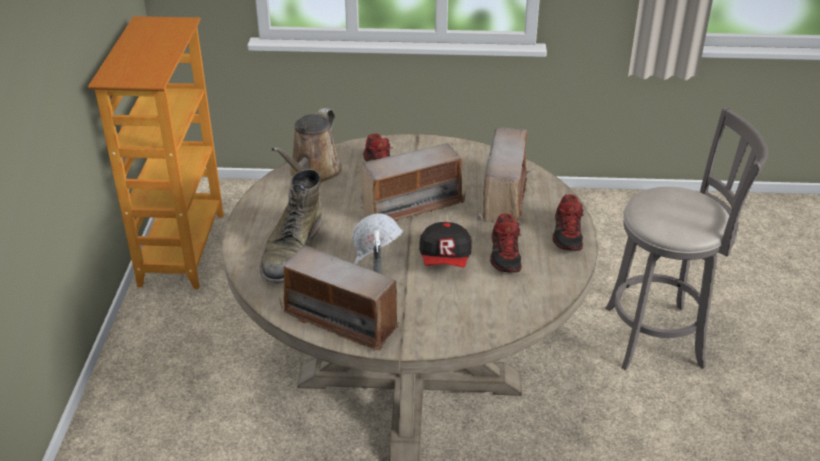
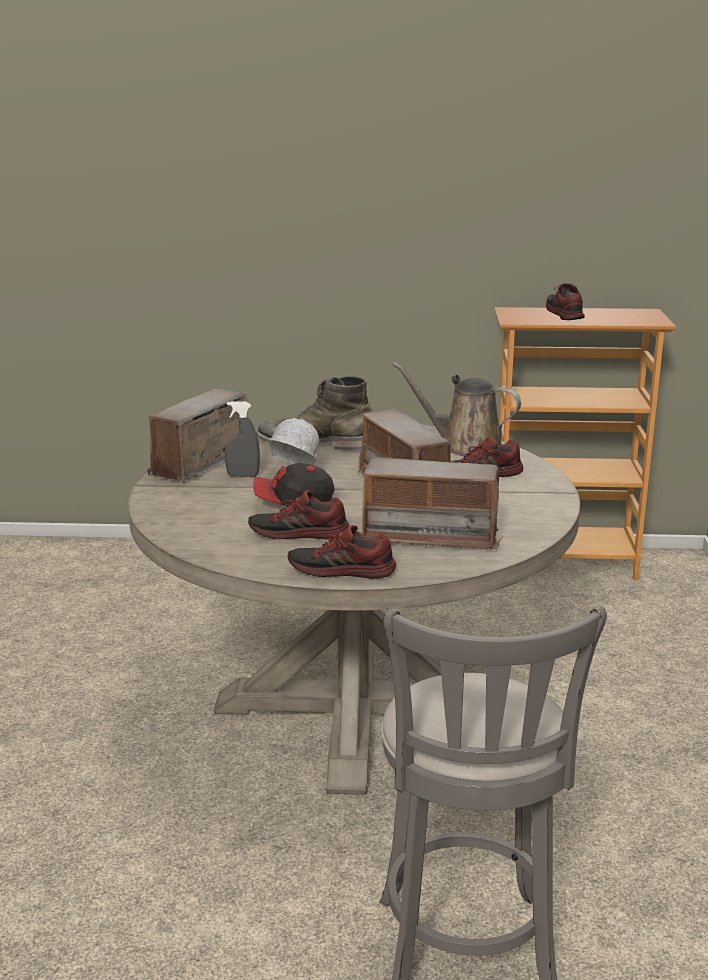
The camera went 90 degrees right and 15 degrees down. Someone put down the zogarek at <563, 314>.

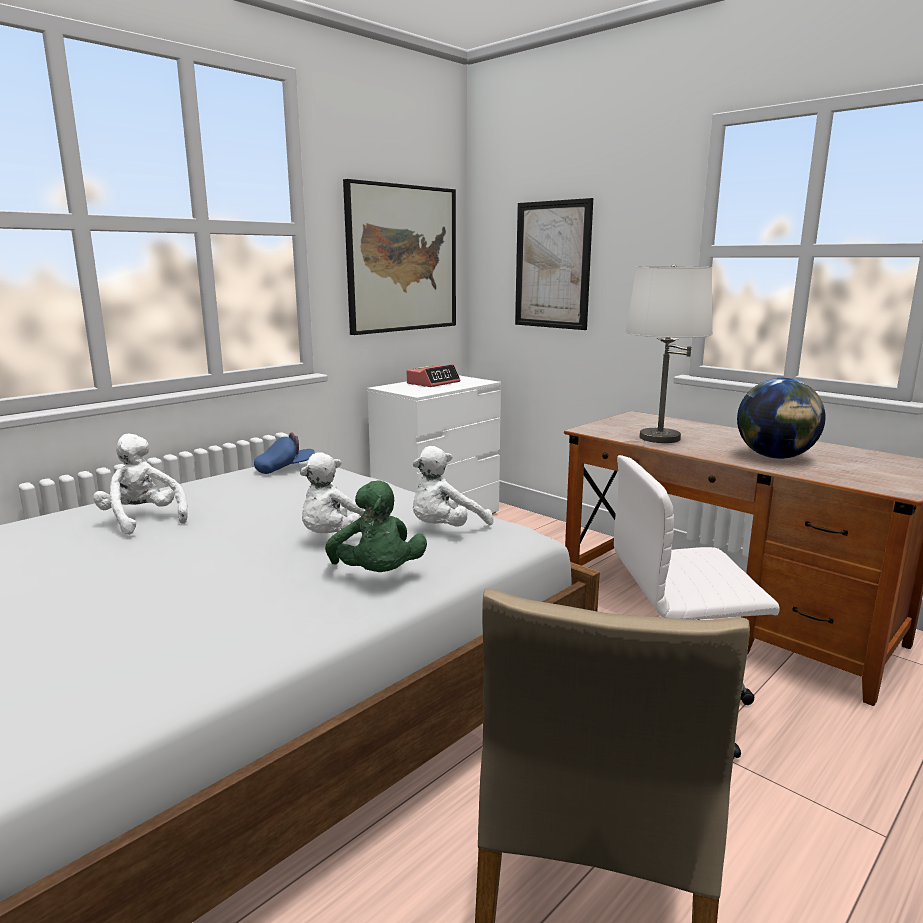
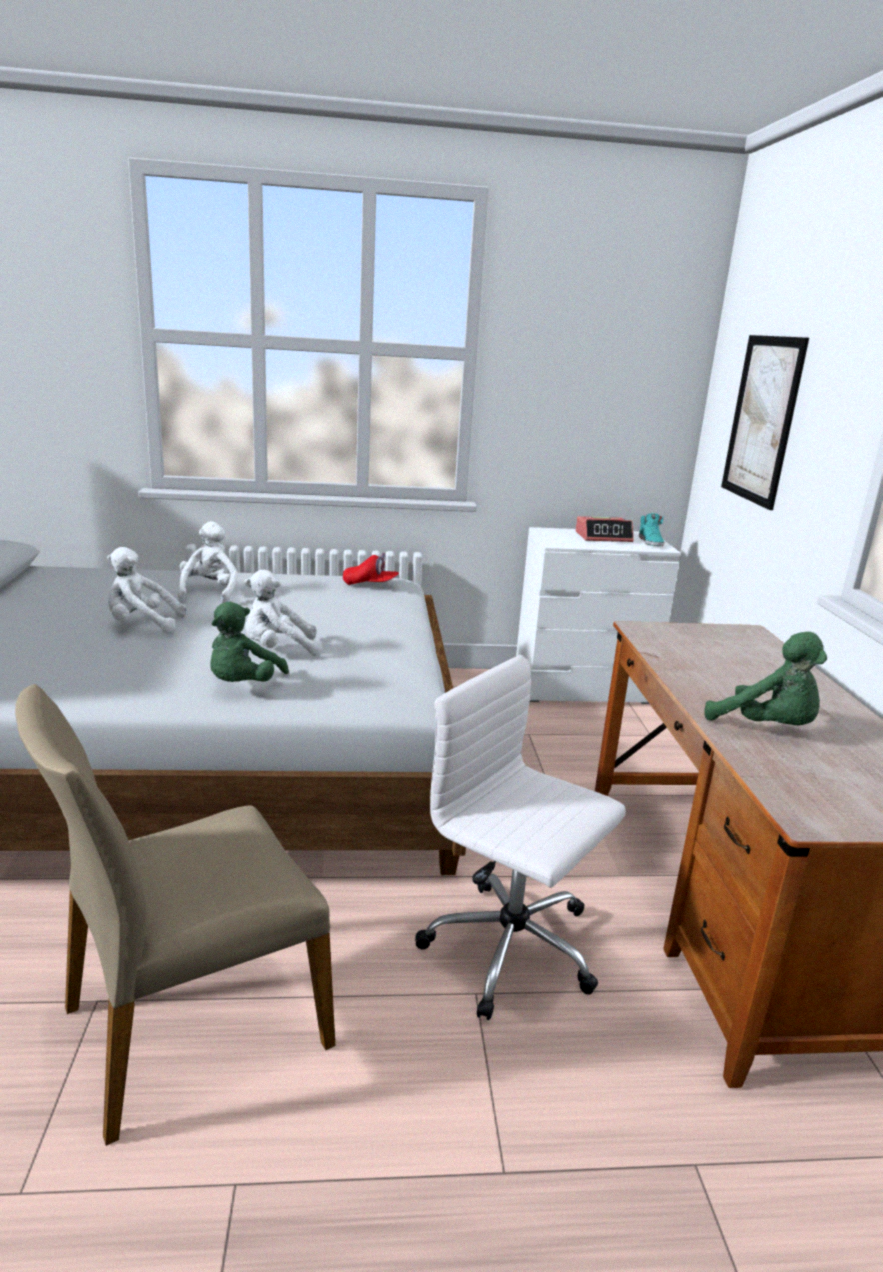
The camera went 40 degrees right and 5 degrees up. Someone repainted the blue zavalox at <285, 469>, which became the red zavalox at <370, 585>. Someone took away the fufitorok at <402, 259>. Someone carried the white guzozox from <445, 530> to <142, 625>. Someone took away the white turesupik at <659, 438>. Someone swapped the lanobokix at <775, 457> for the green guzozox at <767, 728>. Someone put down the turquoise zogarek at <651, 542>.

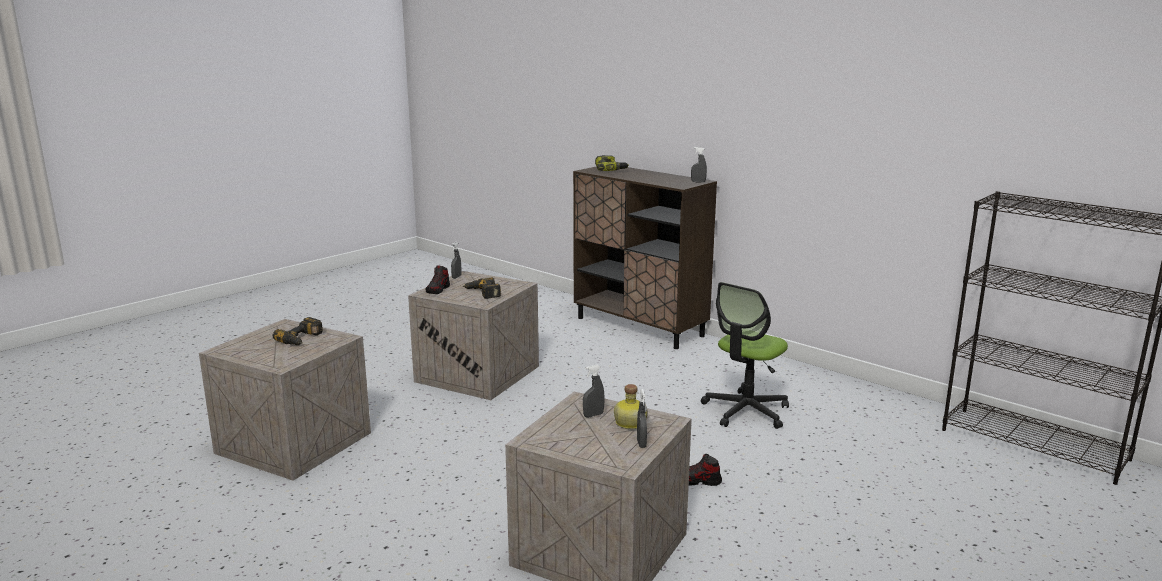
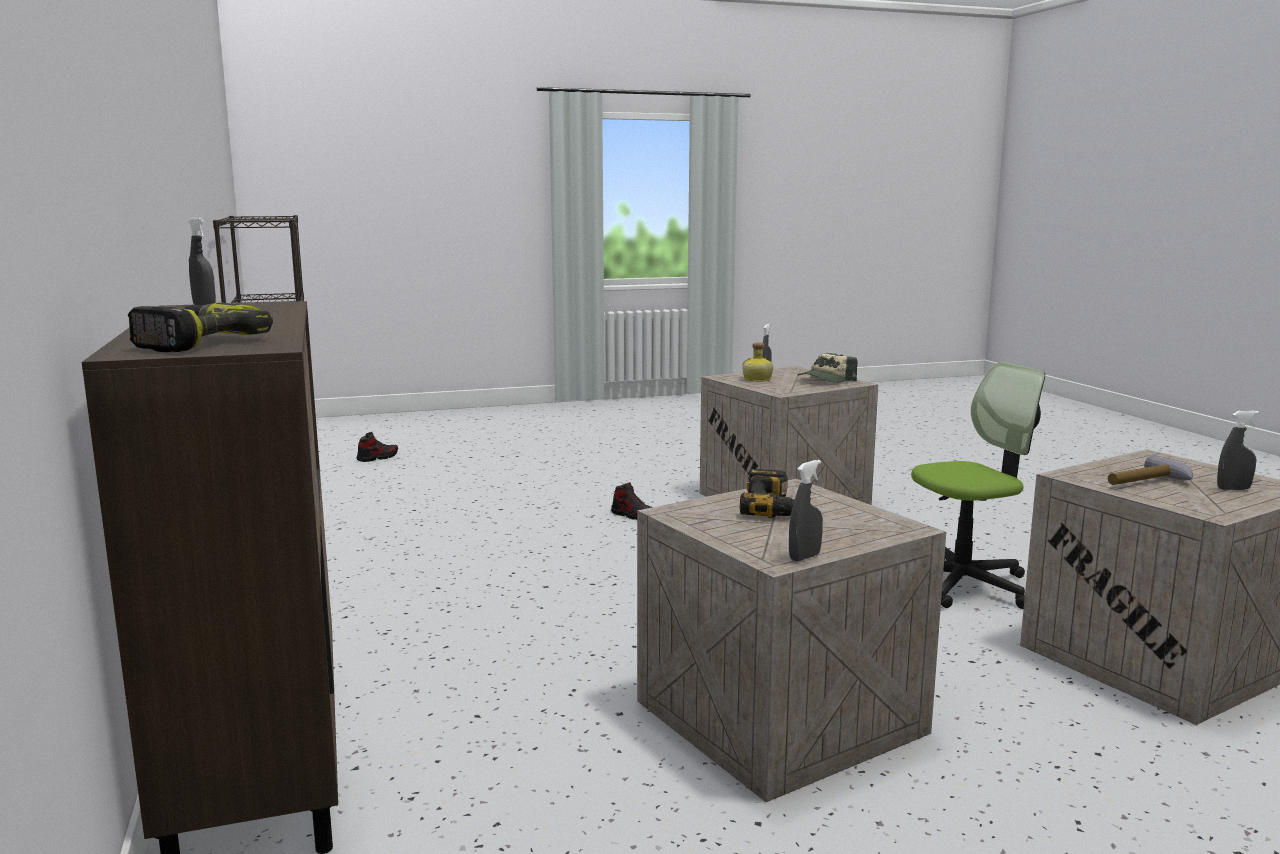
The camera went 150 degrees left and 5 degrees down. Someone swapped the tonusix at <302, 339> for the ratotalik at <1147, 483>. Someone carried the zogarek from <438, 290> to <377, 458>. Someone carried the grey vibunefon from <593, 415> to <1233, 489>. Someone carried the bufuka from <746, 411> to <963, 584>. Someone put down the zavalox at <826, 380>.

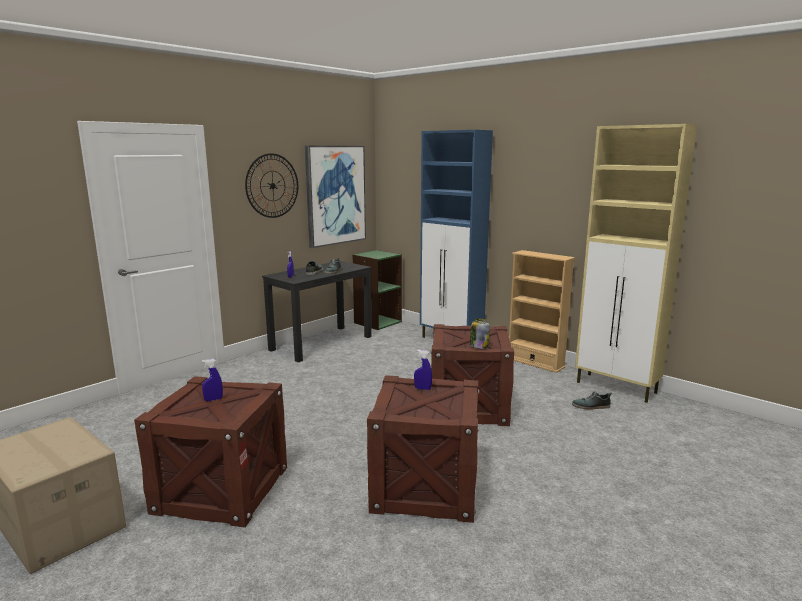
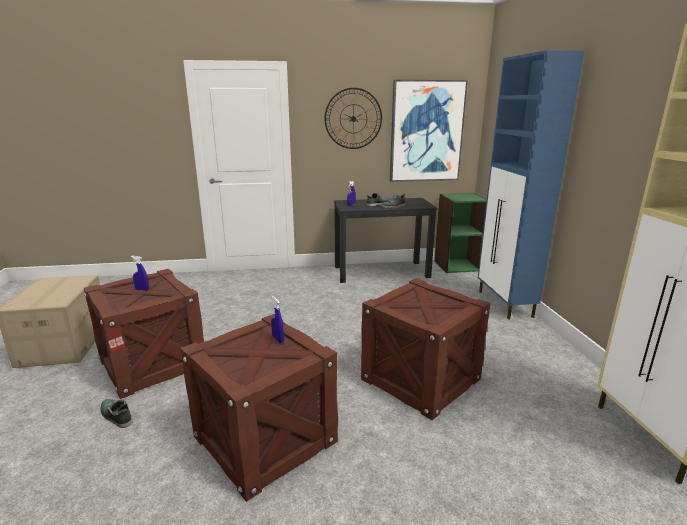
The camera went 40 degrees right and 5 degrees up. Someone took away the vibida at <478, 346>. Someone took away the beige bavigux at <535, 363>. Someone carried the zogarek from <591, 406> to <116, 416>.

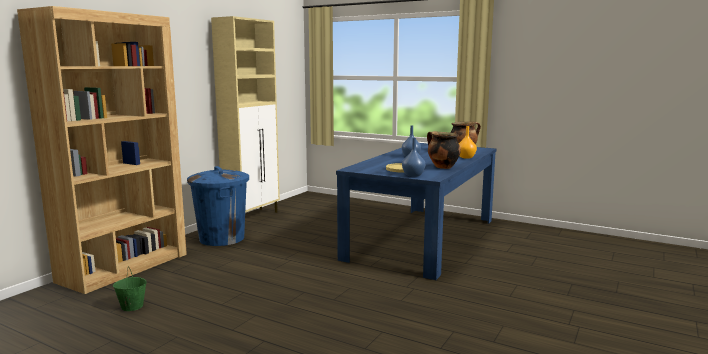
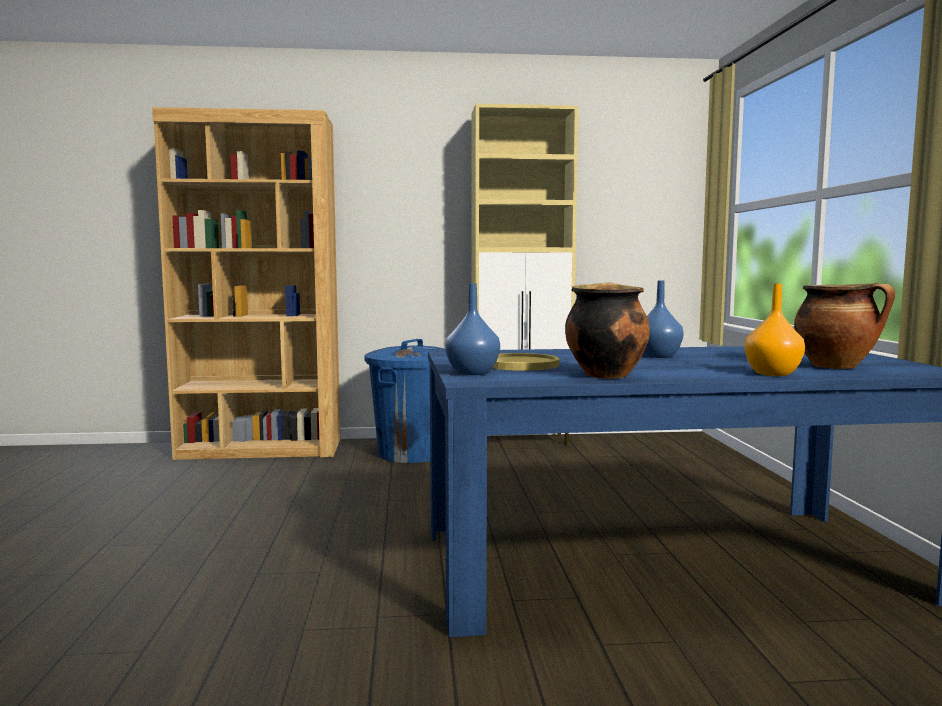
The camera went 55 degrees right and 5 degrees down. Someone took away the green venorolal at <131, 306>.

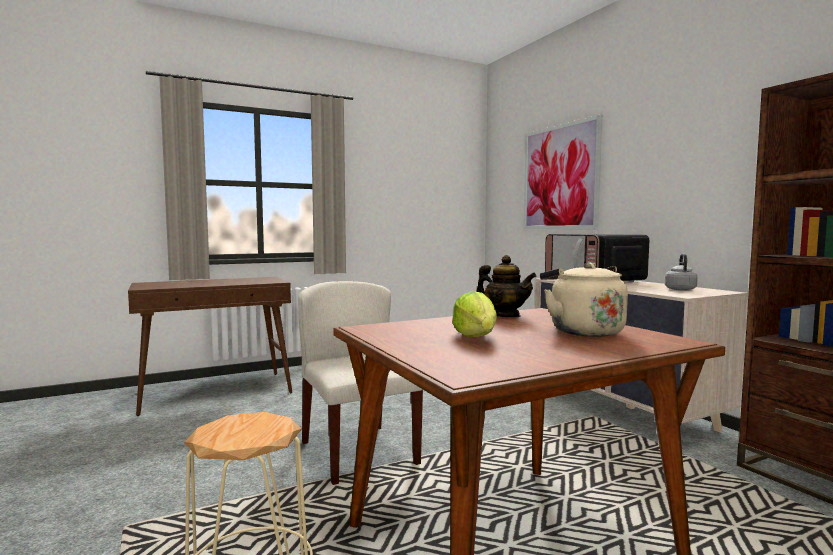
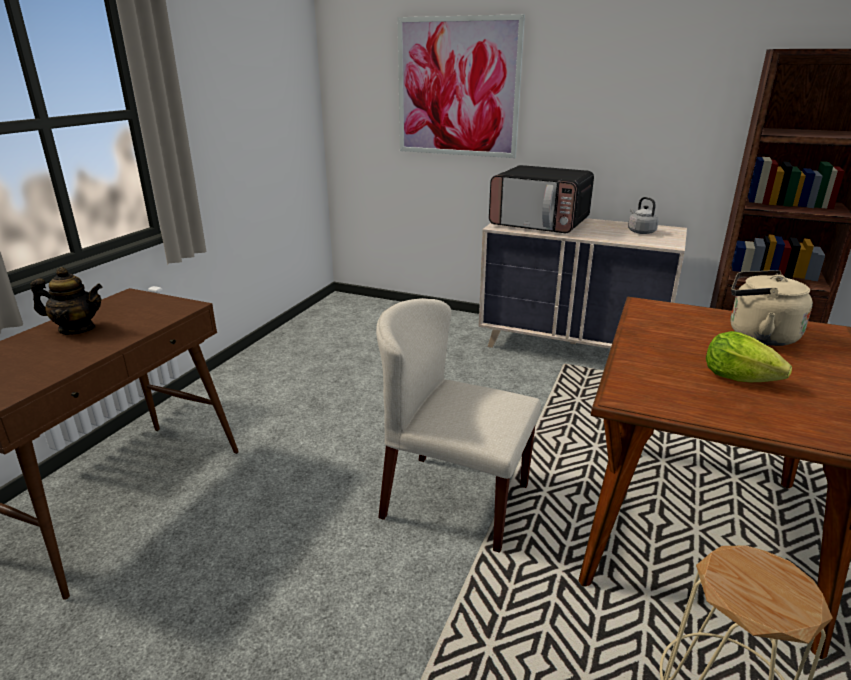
The camera went 40 degrees left and 20 degrees up. Someone carried the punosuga from <505, 316> to <77, 329>.

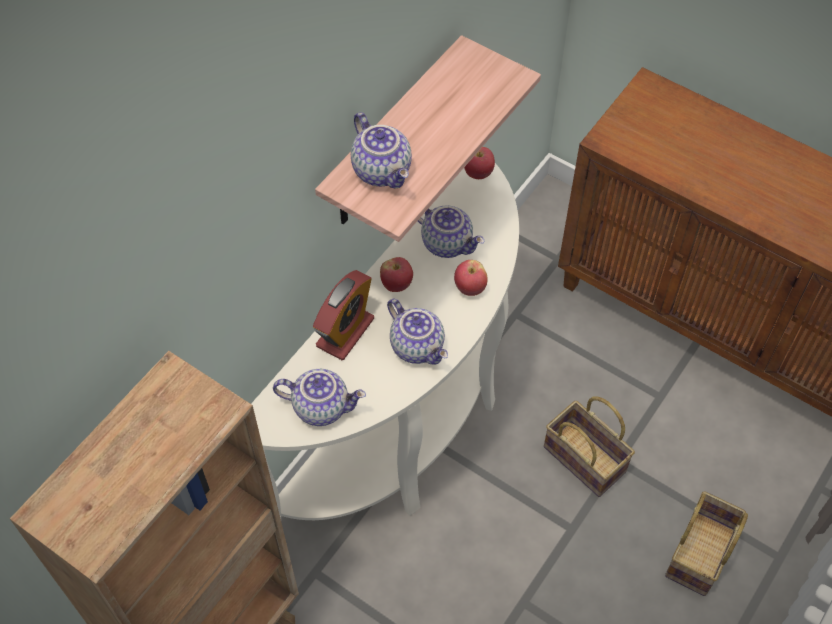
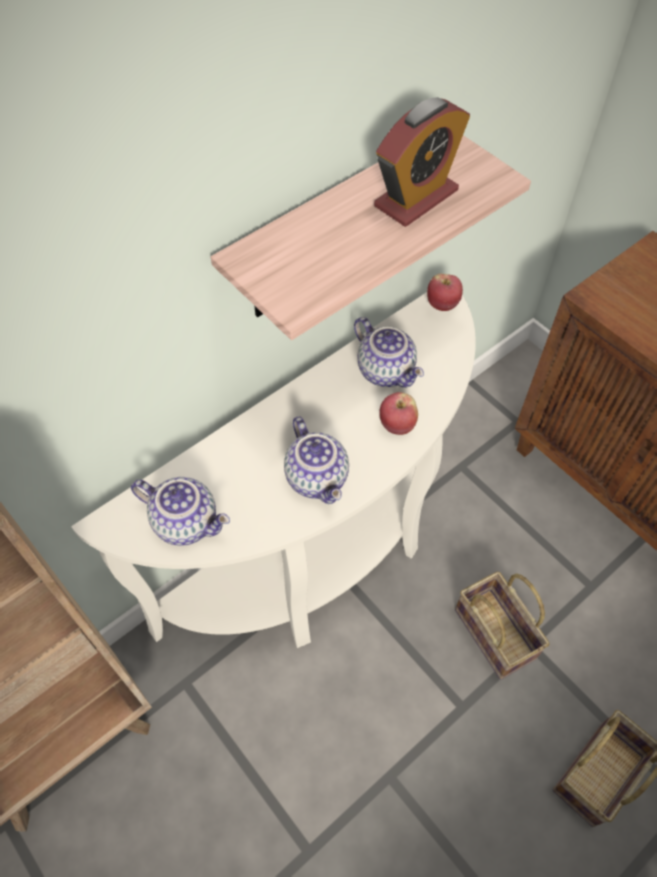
The camera went 15 degrees right and 0 degrees up. Someone carried the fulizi from <345, 332> to <416, 198>. Someone took away the punosuga at <383, 171>. Someone took away the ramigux at <396, 284>.

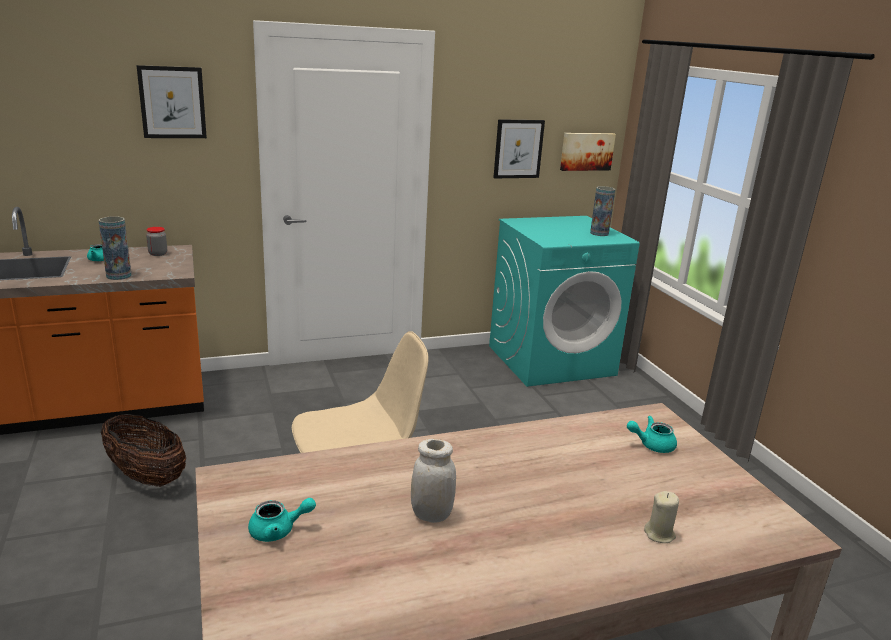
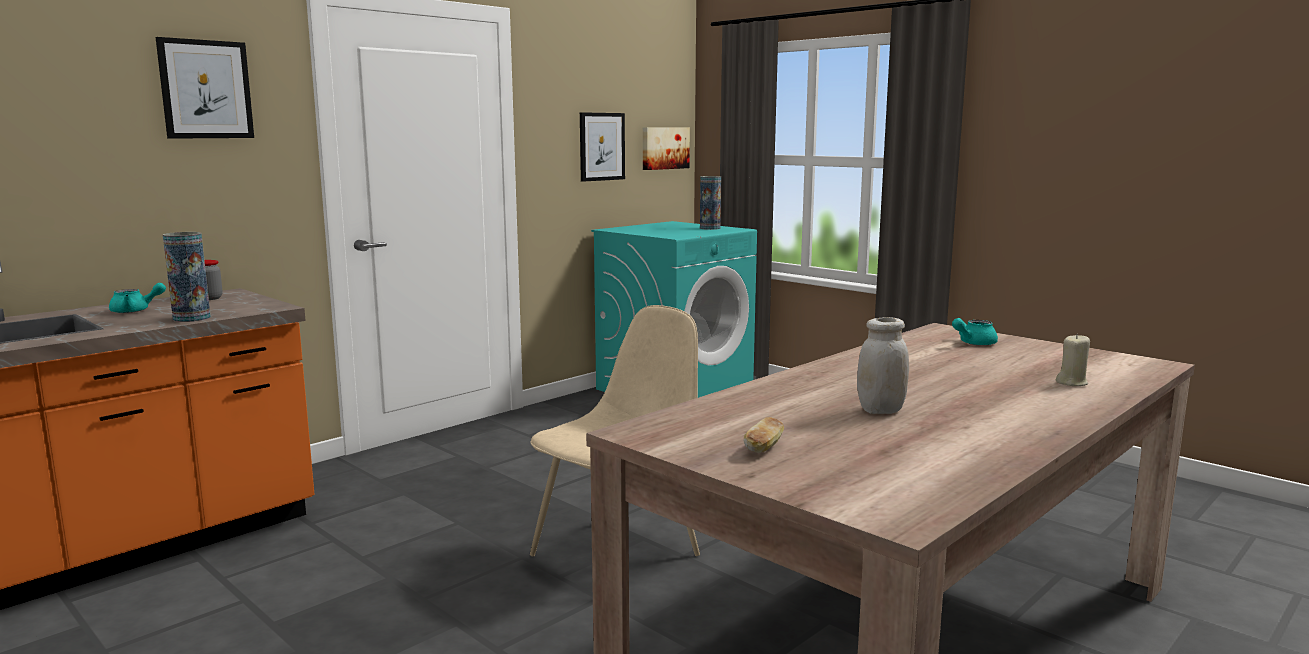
The camera went 25 degrees left and 10 degrees down. Someone took away the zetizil at <146, 476>. Someone swapped the turquoise punosuga at <278, 531> for the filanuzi at <764, 448>.

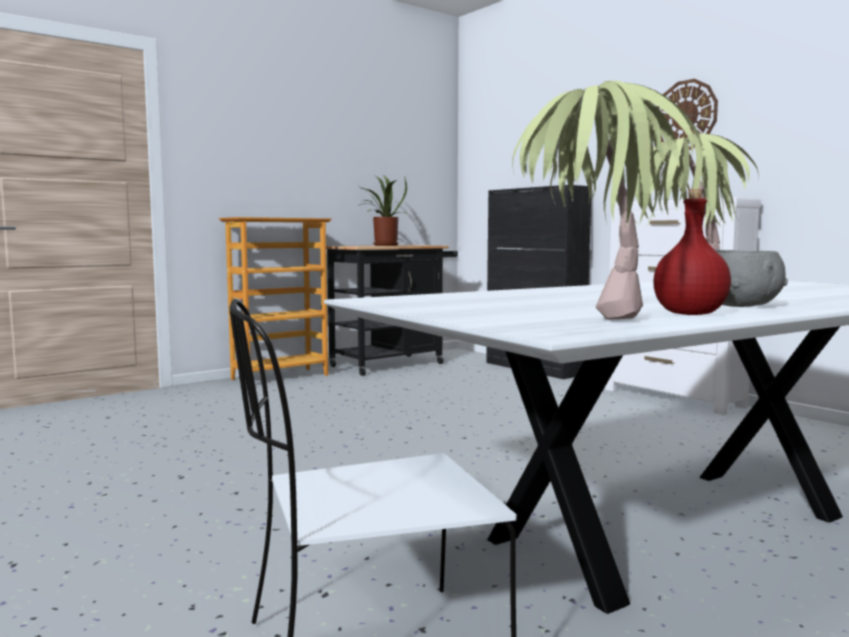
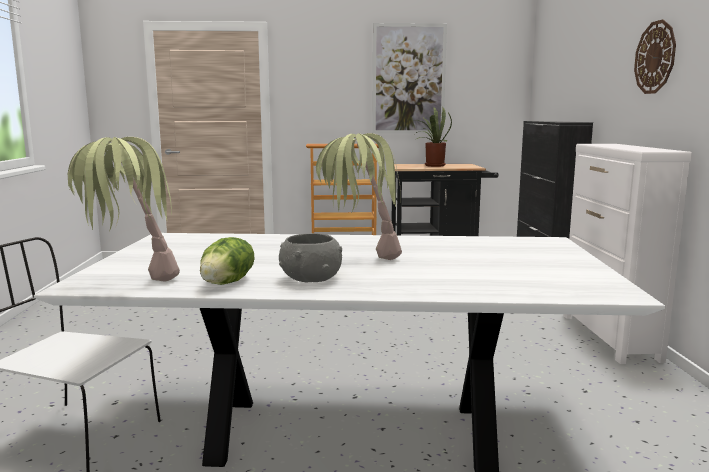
The camera went 35 degrees right and 5 degrees up. Someone swapped the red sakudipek at <689, 314> for the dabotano at <228, 282>. Someone put up the fufitorok at <408, 79>.

